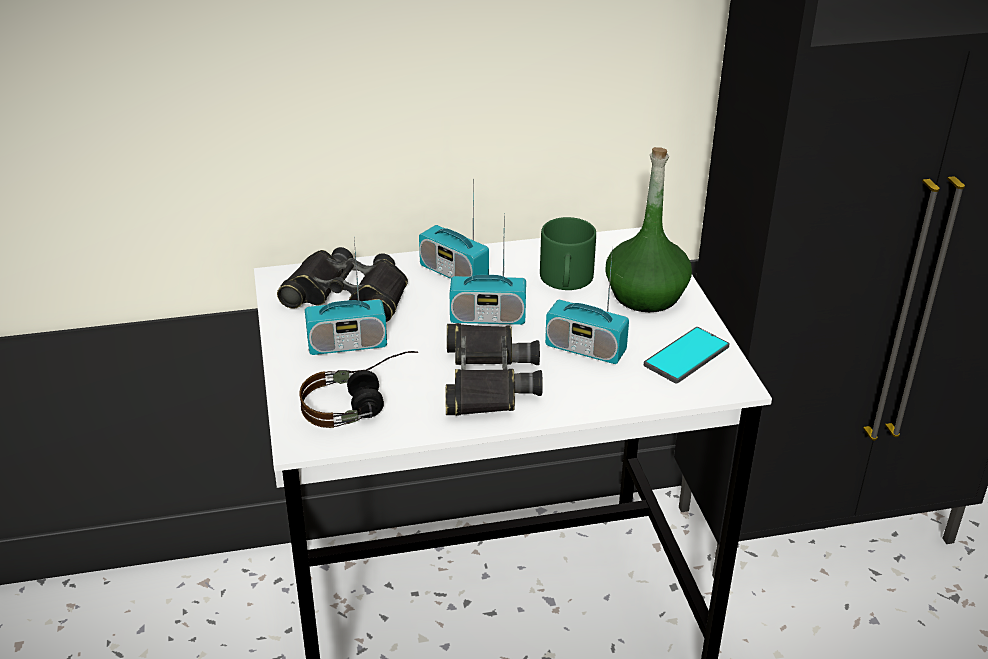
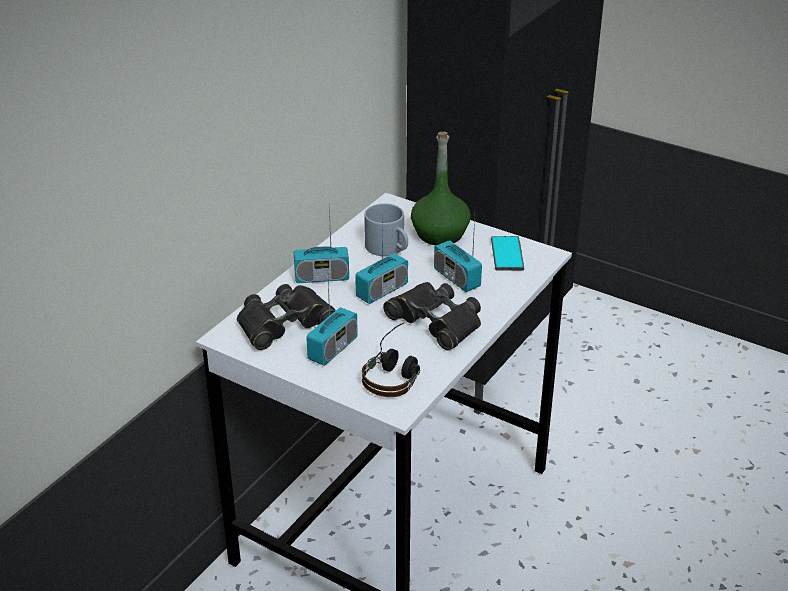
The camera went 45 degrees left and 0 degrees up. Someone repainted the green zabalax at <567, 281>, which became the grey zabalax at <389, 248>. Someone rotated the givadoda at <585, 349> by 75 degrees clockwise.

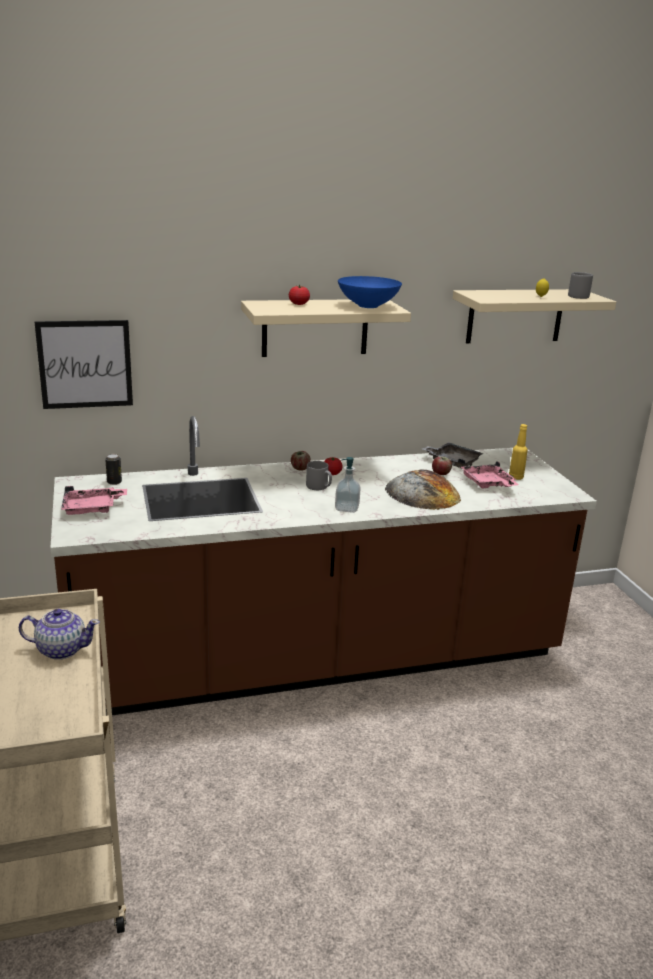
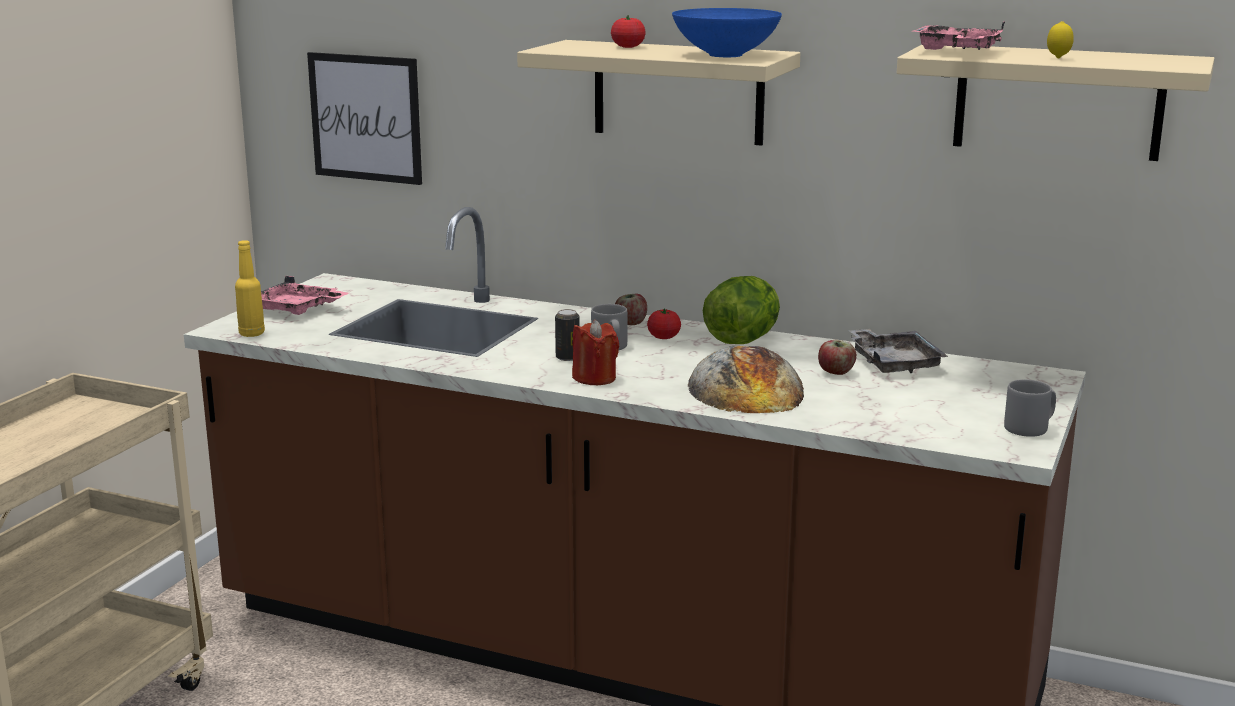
The camera went 40 degrees right and 5 degrees down. Someone took away the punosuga at <61, 649>. Someone carried the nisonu from <114, 482> to <567, 357>. Someone swapped the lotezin at <347, 508> for the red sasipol at <594, 378>. Someone carried the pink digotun from <488, 484> to <957, 52>. Someone carried the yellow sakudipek from <516, 477> to <252, 334>. Someone carried the grey zabalax from <579, 296> to <1030, 428>. Someone put down the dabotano at <742, 340>.

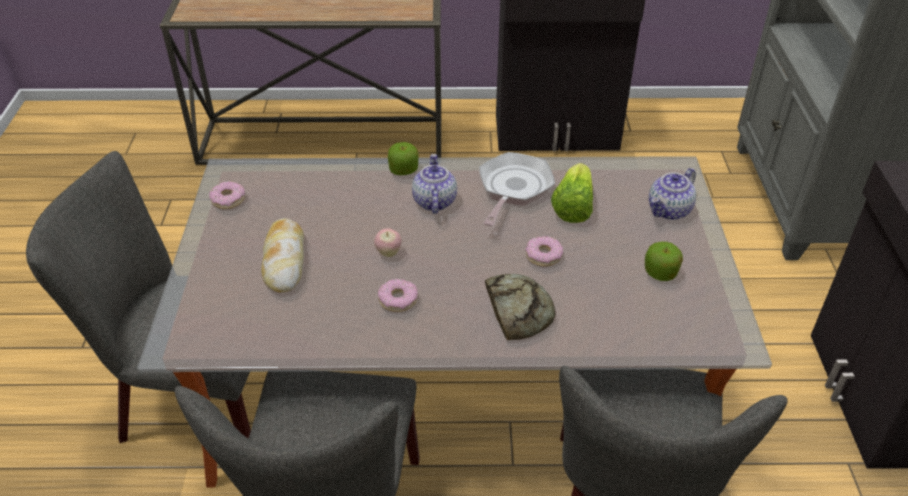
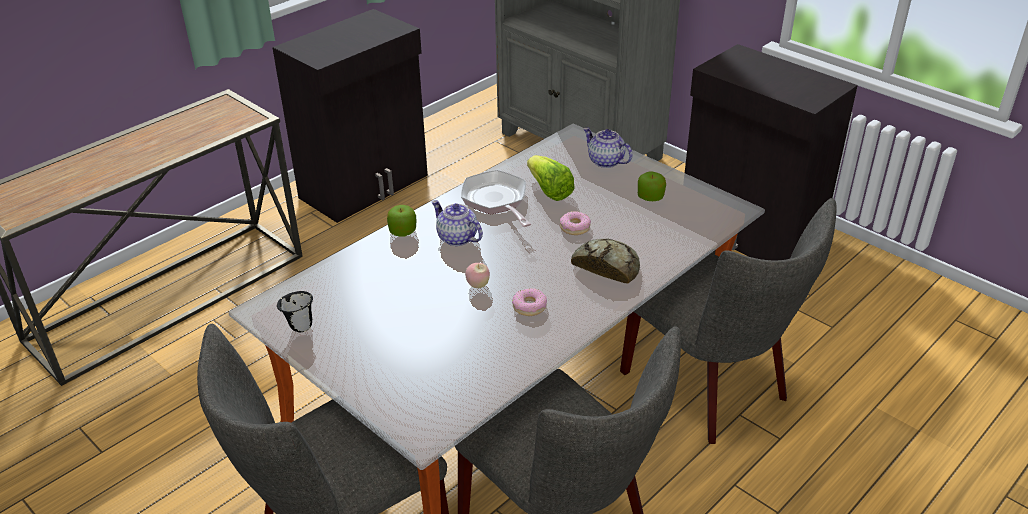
The camera went 45 degrees left and 5 degrees down. Someone swapped the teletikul at <228, 200> for the black zabalax at <299, 327>. Someone took away the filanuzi at <285, 260>. Someone rotated the punosuga at <669, 211> by 135 degrees clockwise.

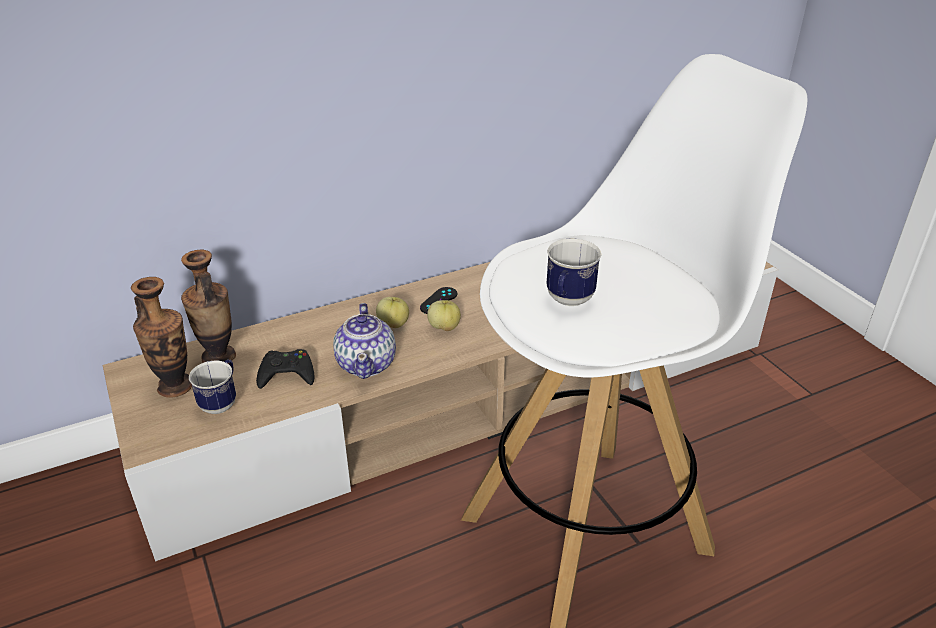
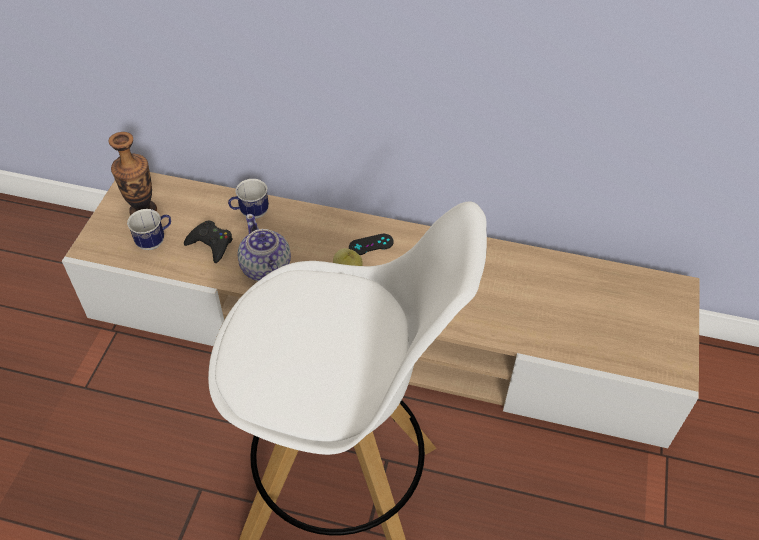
The camera went 40 degrees right and 15 degrees up. Someone took away the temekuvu at <219, 357>. Someone rotated the punosuga at <367, 363> by 120 degrees clockwise. Someone took away the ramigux at <394, 324>. Someone carried the zabalax from <567, 302> to <250, 213>.

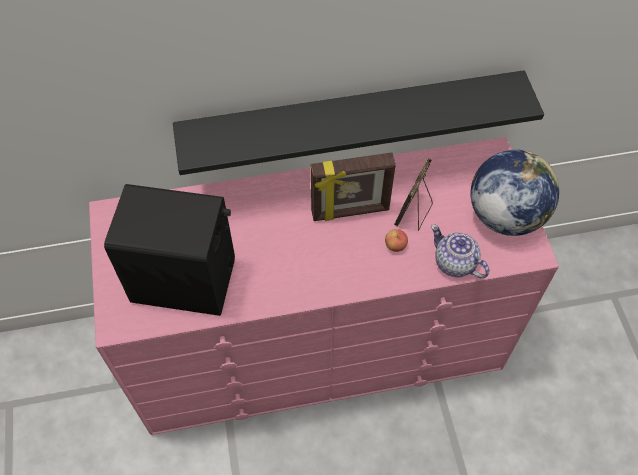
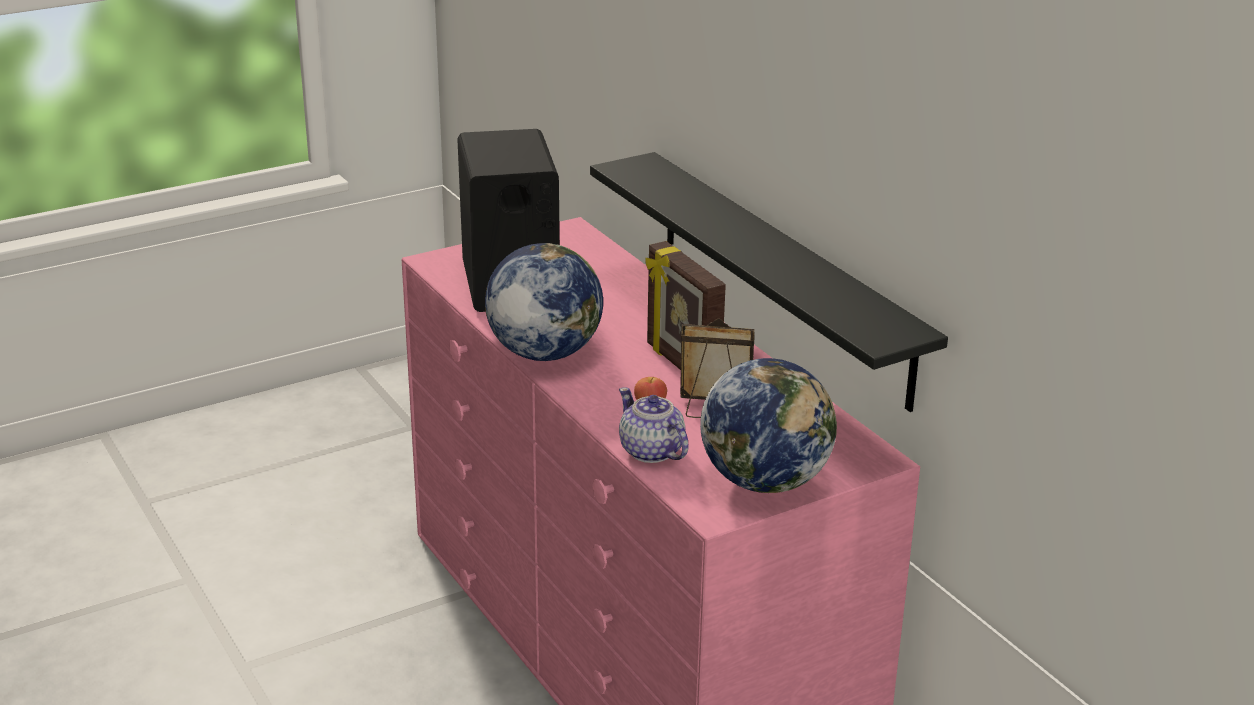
The camera went 70 degrees right and 30 degrees down. Someone rotated the punosuga at <455, 263> by 60 degrees counterclockwise. Someone put down the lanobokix at <544, 353>.

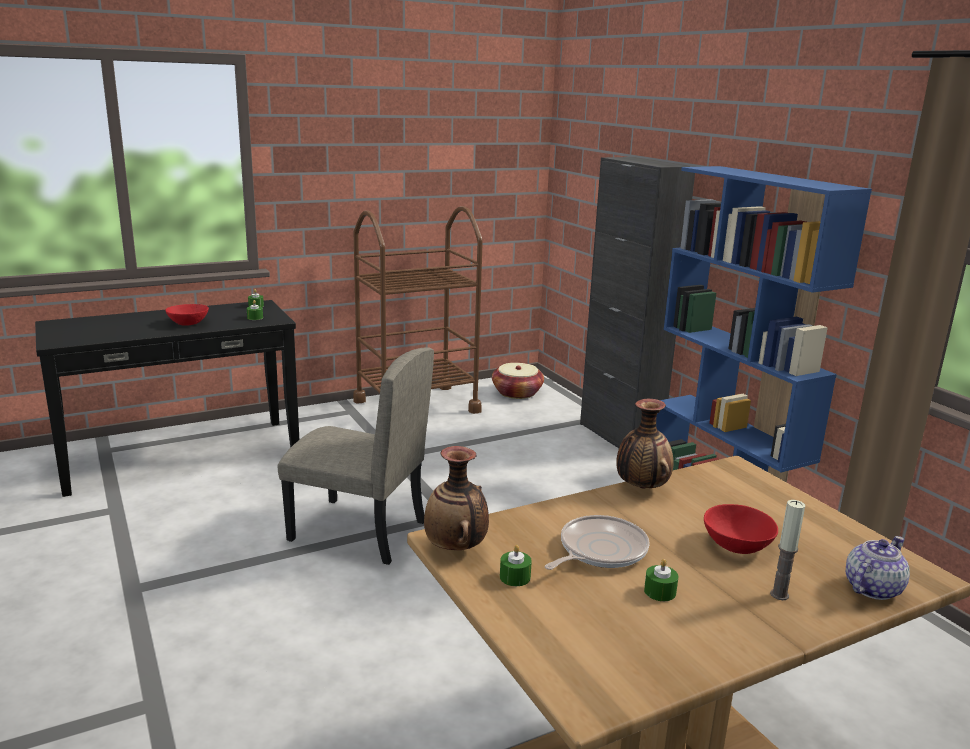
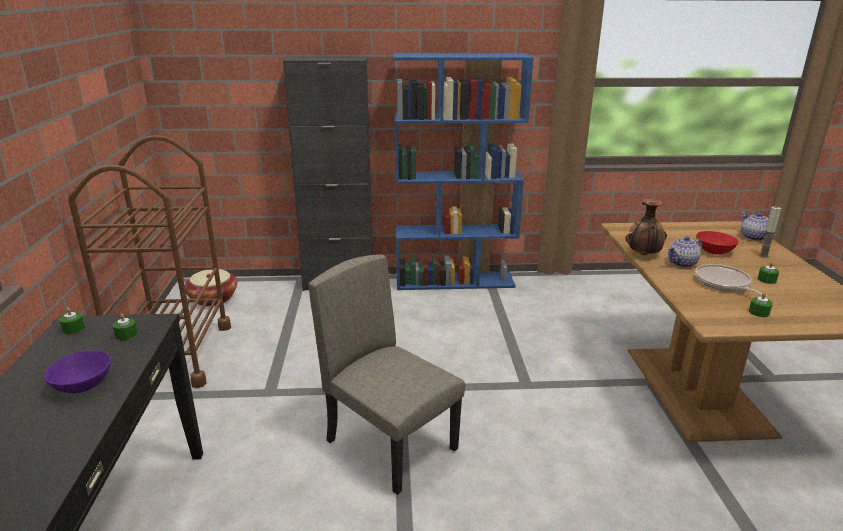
The camera went 65 degrees left and 5 degrees up. Someone repainted the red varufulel at <188, 323>, which became the purple varufulel at <84, 384>. Someone rotated the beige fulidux at <357, 531> by 90 degrees counterclockwise. Someone took away the temekuvu at <456, 548>. Someone put down the punosuga at <682, 263>.

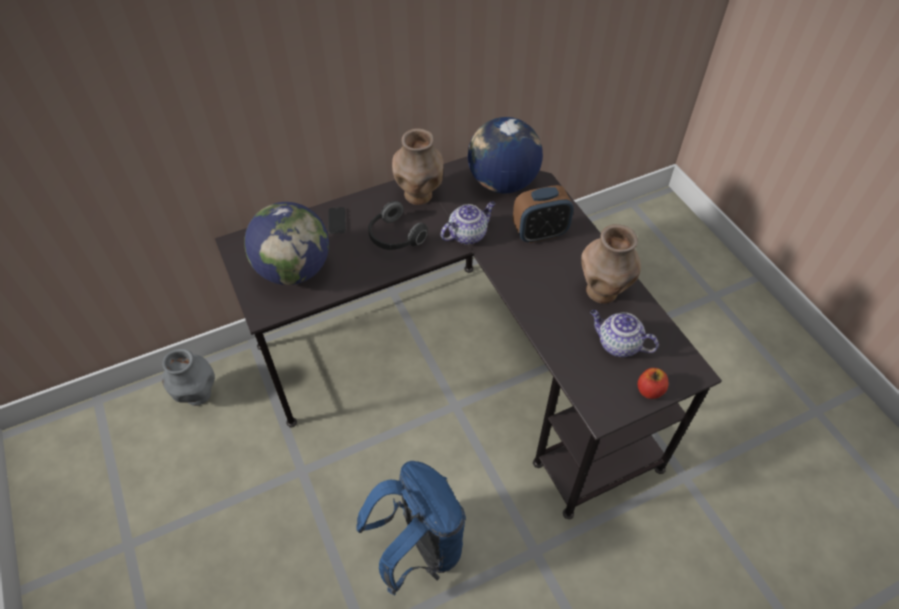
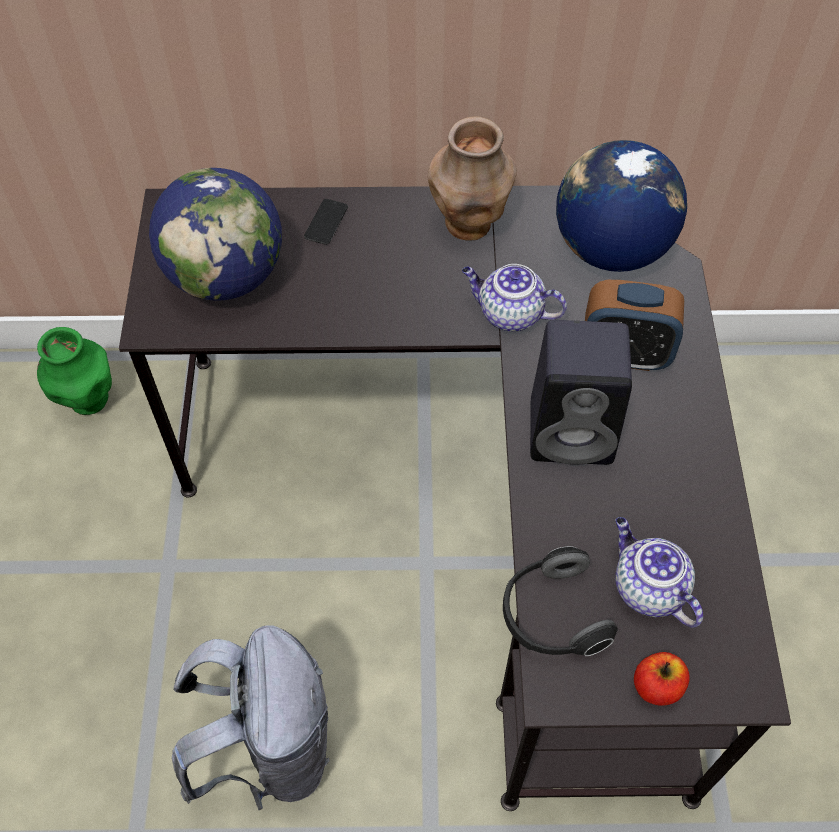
The camera went 25 degrees right and 5 degrees up. Someone repainted the grey temekuvu at <198, 395>, which became the green temekuvu at <88, 400>. Someone repainted the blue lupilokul at <418, 547>, which became the grey lupilokul at <269, 747>. Someone carried the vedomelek from <395, 237> to <551, 615>. Someone rotated the punosuga at <468, 234> by 150 degrees counterclockwise. Someone took away the brown temekuvu at <602, 292>. Someone put down the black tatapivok at <574, 431>.

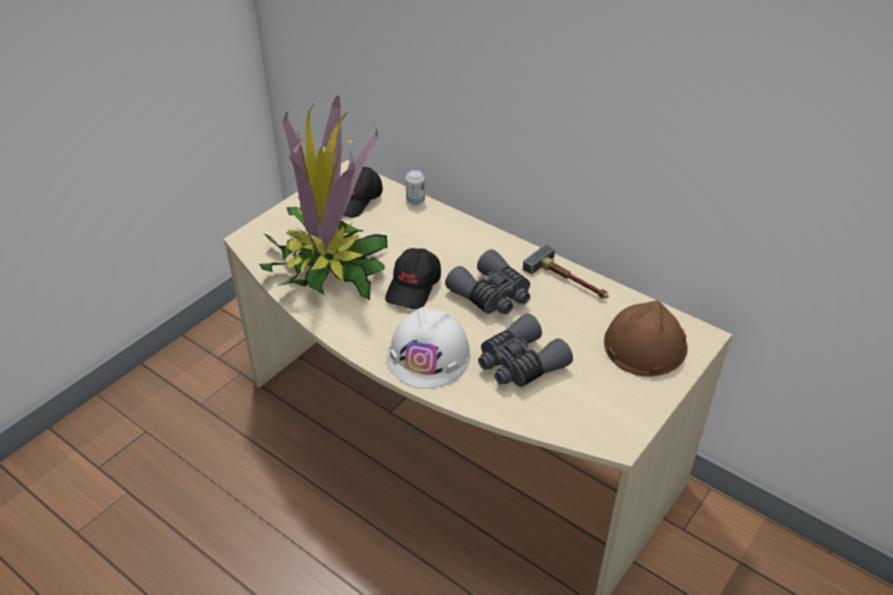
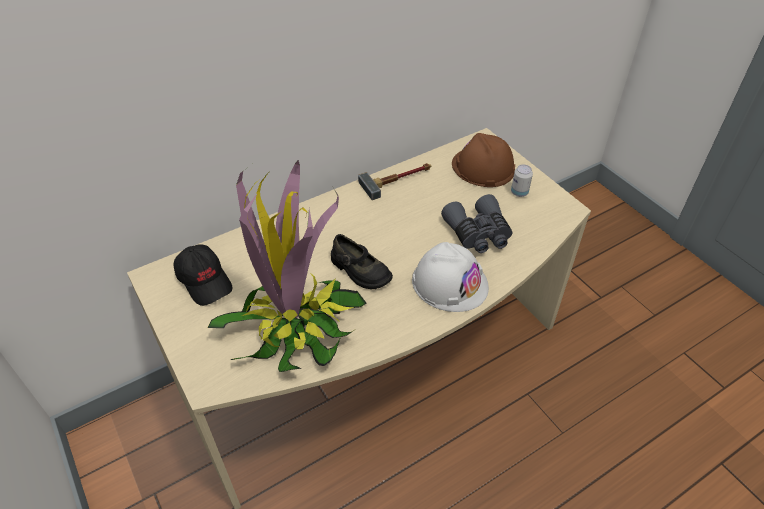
The camera went 70 degrees left and 5 degrees up. Someone swapped the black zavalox at <414, 287> for the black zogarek at <359, 271>. Someone carried the nisonu from <415, 201> to <519, 192>. Someone took away the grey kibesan at <492, 295>.

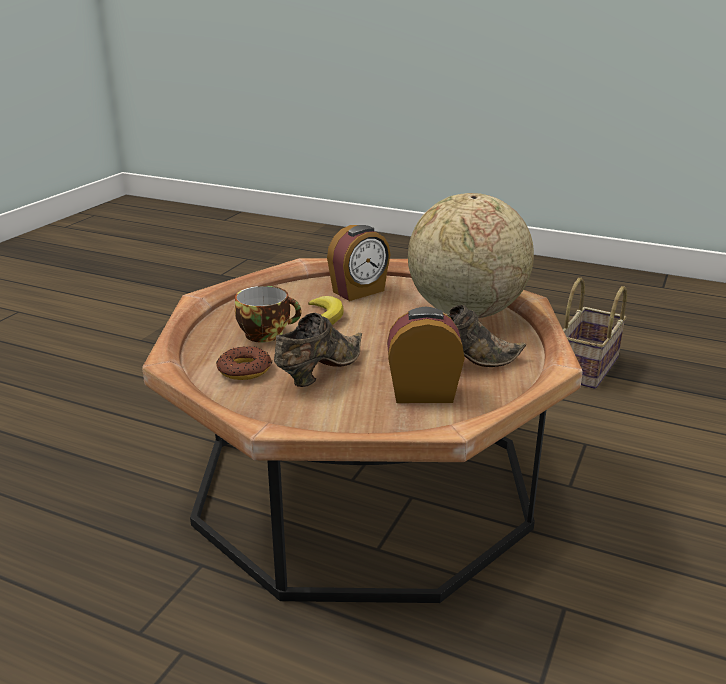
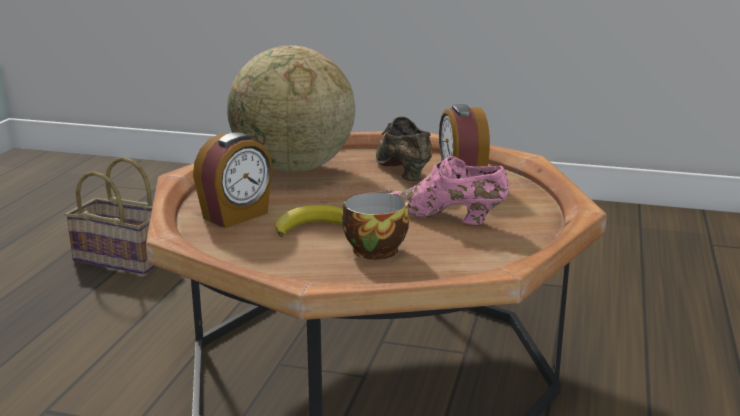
The camera went 100 degrees left and 5 degrees down. Someone took away the teletikul at <244, 369>. Someone repainted the brown zogarek at <318, 372>, which became the pink zogarek at <449, 218>. Someone rotated the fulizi at <359, 292> by 90 degrees clockwise.

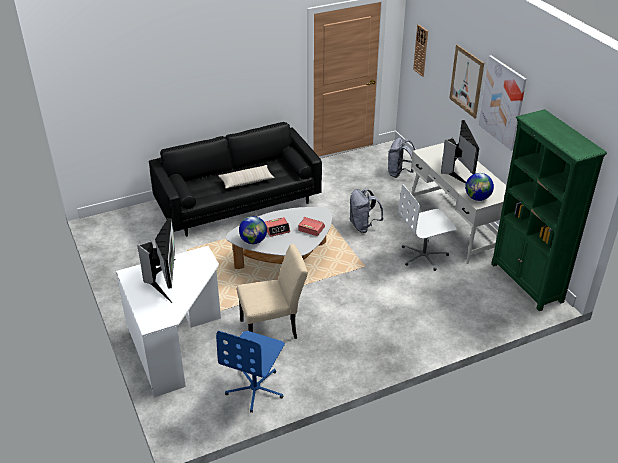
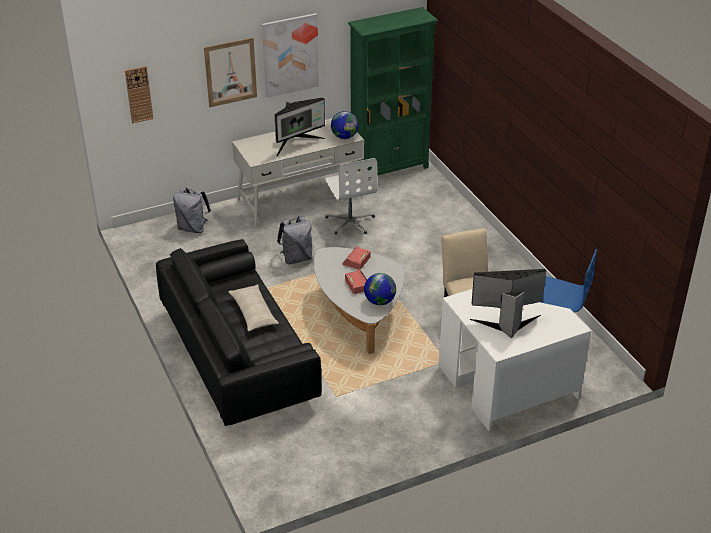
The camera went 90 degrees left and 0 degrees up. Someone rotated the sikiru at <457, 172> by 150 degrees clockwise.

